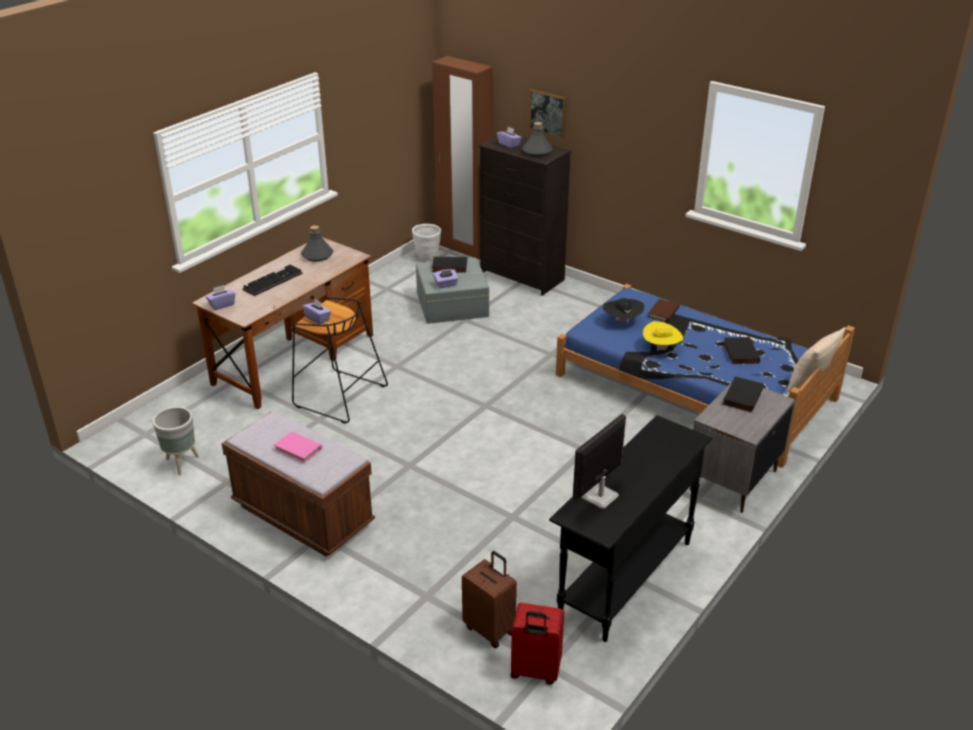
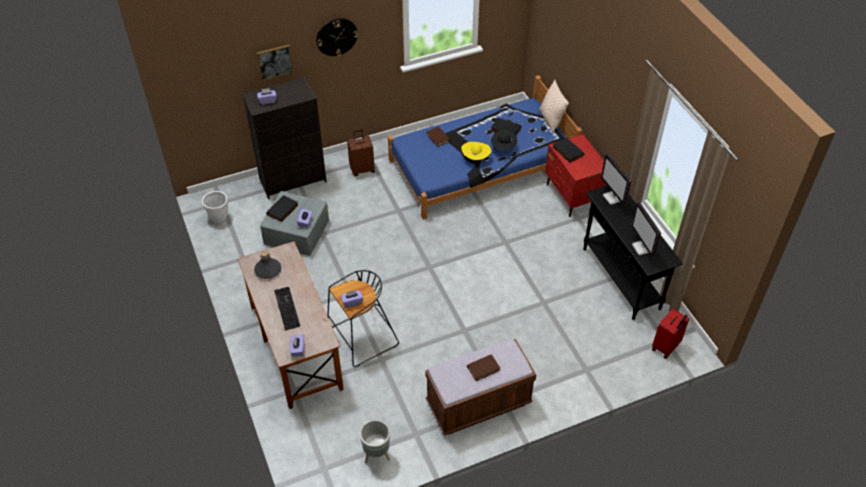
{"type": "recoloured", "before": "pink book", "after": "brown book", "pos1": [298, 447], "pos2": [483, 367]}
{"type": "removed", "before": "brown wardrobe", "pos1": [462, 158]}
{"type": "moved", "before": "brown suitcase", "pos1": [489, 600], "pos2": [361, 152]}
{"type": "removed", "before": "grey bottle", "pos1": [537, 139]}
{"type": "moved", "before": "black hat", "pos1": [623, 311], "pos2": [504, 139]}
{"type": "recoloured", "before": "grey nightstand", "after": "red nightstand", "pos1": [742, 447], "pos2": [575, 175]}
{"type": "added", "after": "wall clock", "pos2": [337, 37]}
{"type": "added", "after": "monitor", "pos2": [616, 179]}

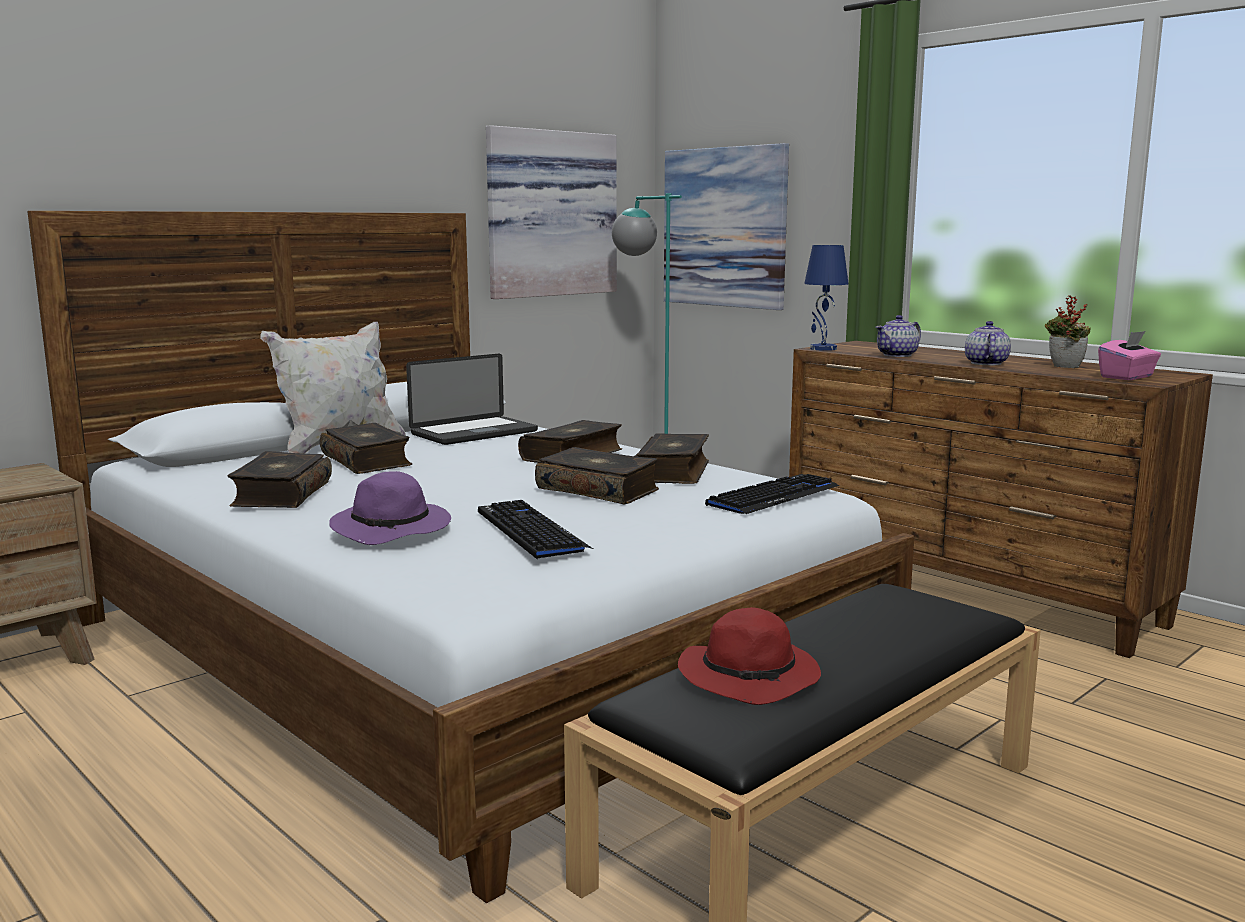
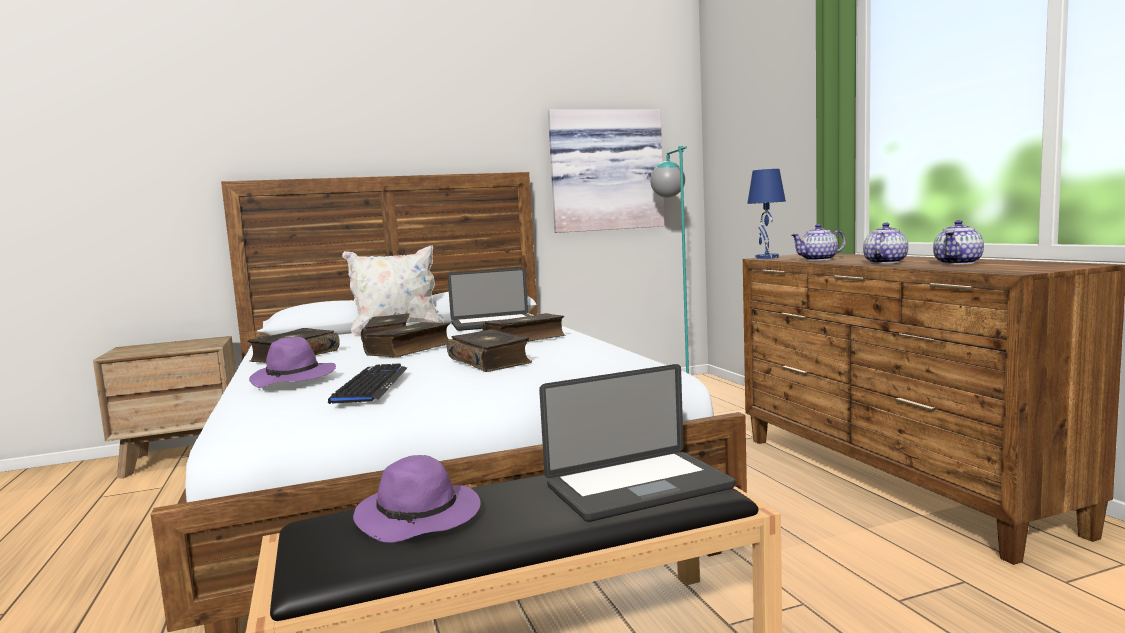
{"type": "moved", "before": "book", "pos1": [672, 458], "pos2": [406, 339]}
{"type": "removed", "before": "picture", "pos1": [726, 226]}
{"type": "recoloured", "before": "red hat", "after": "purple hat", "pos1": [749, 656], "pos2": [417, 499]}
{"type": "removed", "before": "keyboard", "pos1": [772, 494]}
{"type": "replaced", "before": "potted plant", "after": "teapot", "pos1": [1068, 331], "pos2": [958, 242]}
{"type": "removed", "before": "pink tissue box", "pos1": [1129, 355]}
{"type": "added", "after": "laptop", "pos2": [637, 443]}

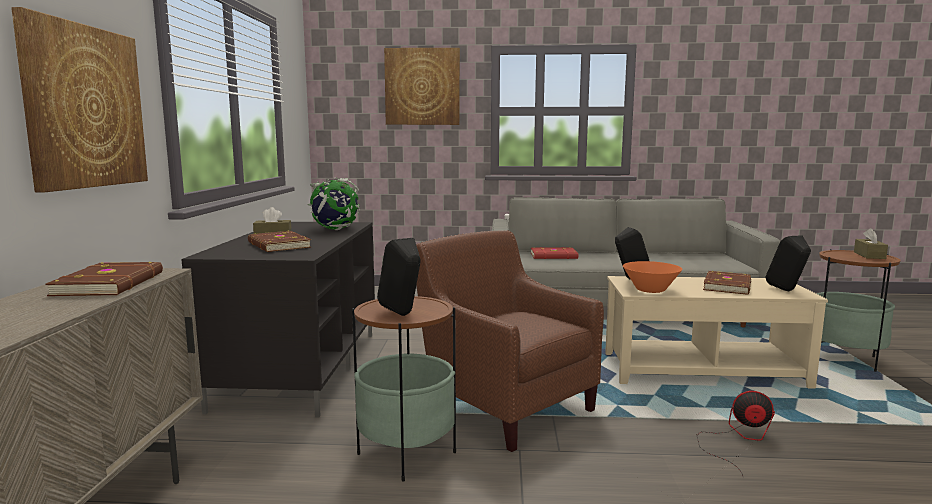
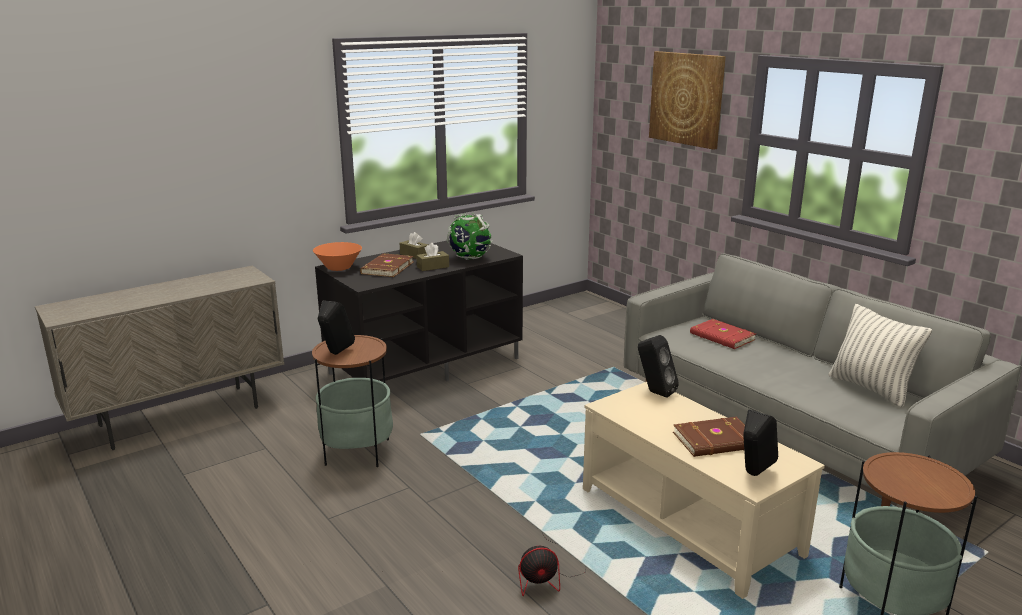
{"type": "removed", "before": "picture", "pos1": [79, 99]}
{"type": "removed", "before": "brown book", "pos1": [104, 279]}
{"type": "removed", "before": "brown armchair", "pos1": [510, 341]}
{"type": "moved", "before": "orange bowl", "pos1": [652, 277], "pos2": [337, 256]}
{"type": "turned", "before": "fan", "pos1": [736, 434], "pos2": [552, 564], "turn": 105}
{"type": "moved", "before": "brown tissue box", "pos1": [871, 243], "pos2": [432, 257]}
{"type": "added", "after": "pillow", "pos2": [880, 355]}

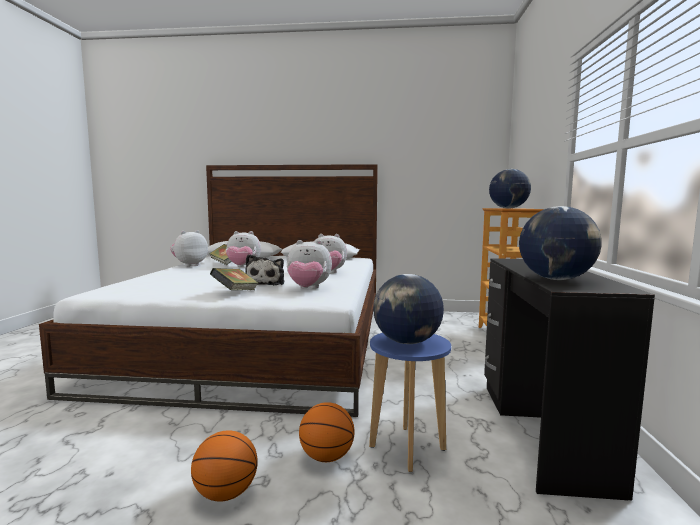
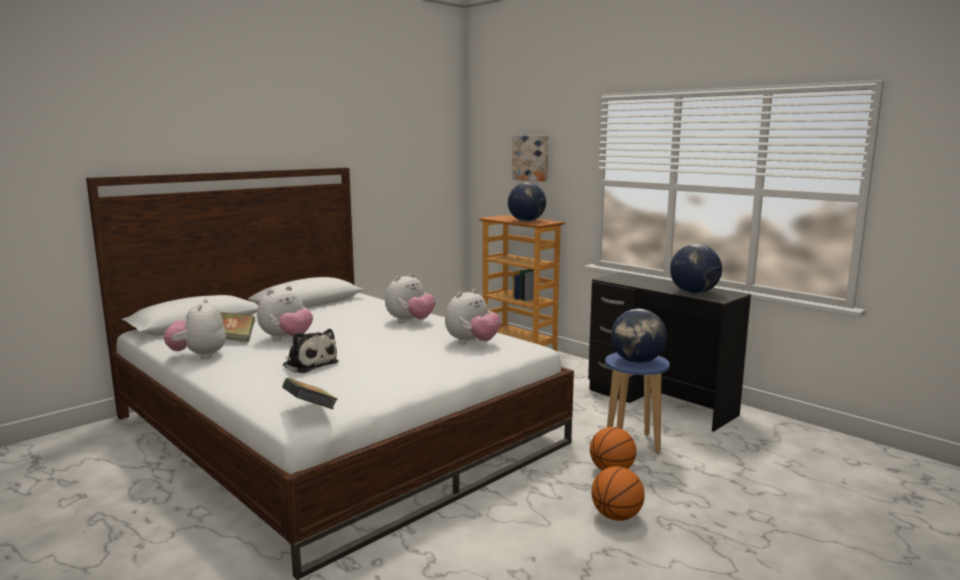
{"type": "moved", "before": "book", "pos1": [234, 279], "pos2": [310, 393]}
{"type": "moved", "before": "plush toy", "pos1": [264, 269], "pos2": [311, 351]}
{"type": "added", "after": "picture", "pos2": [530, 158]}

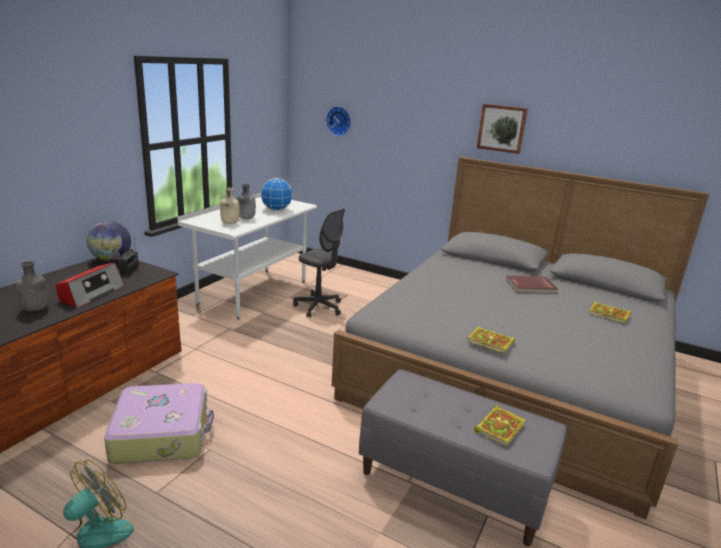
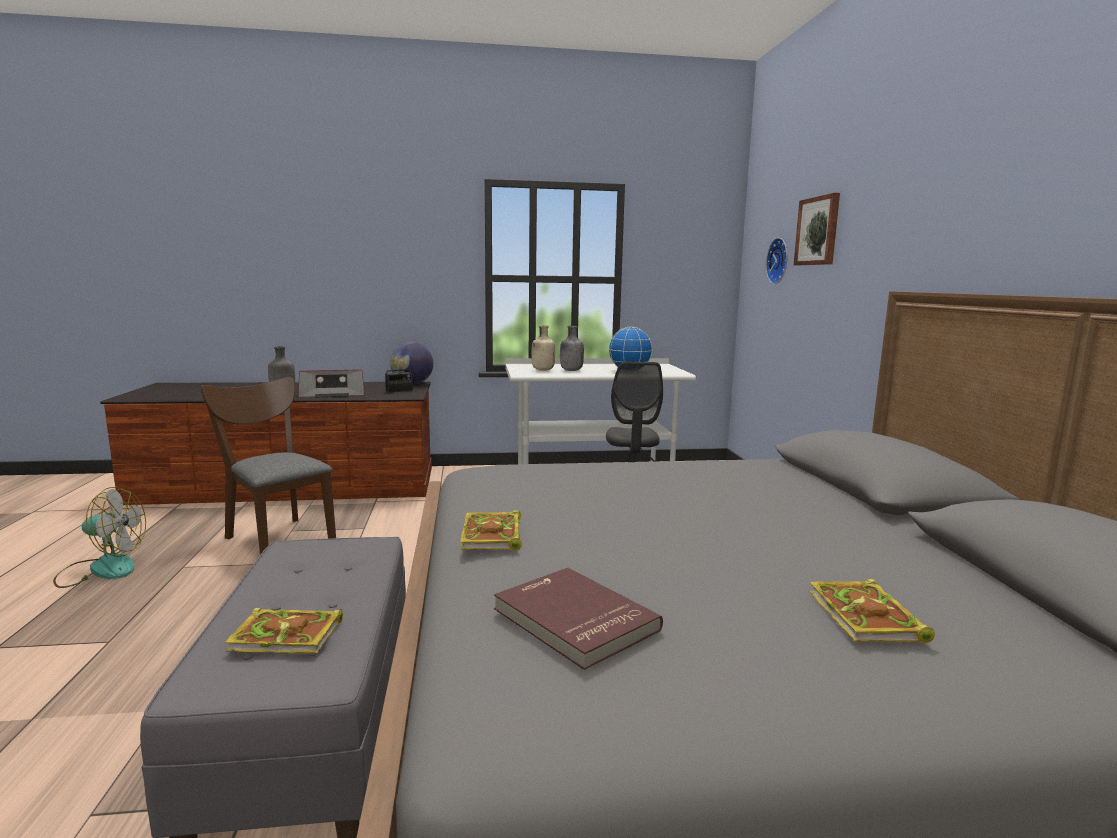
{"type": "replaced", "before": "suitcase", "after": "brown chair", "pos1": [159, 423], "pos2": [268, 466]}
{"type": "moved", "before": "picture", "pos1": [502, 129], "pos2": [817, 229]}
{"type": "moved", "before": "red book", "pos1": [532, 285], "pos2": [578, 619]}

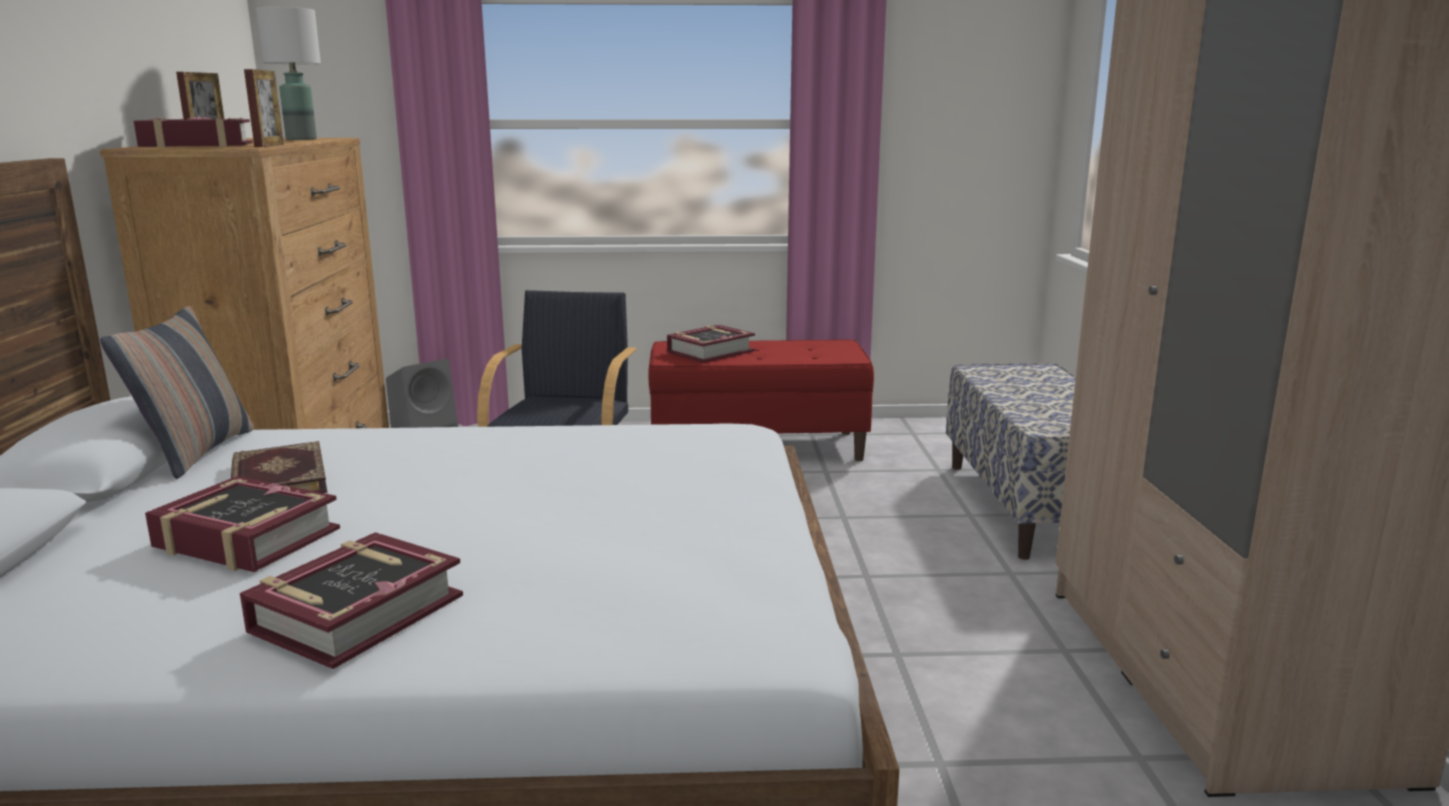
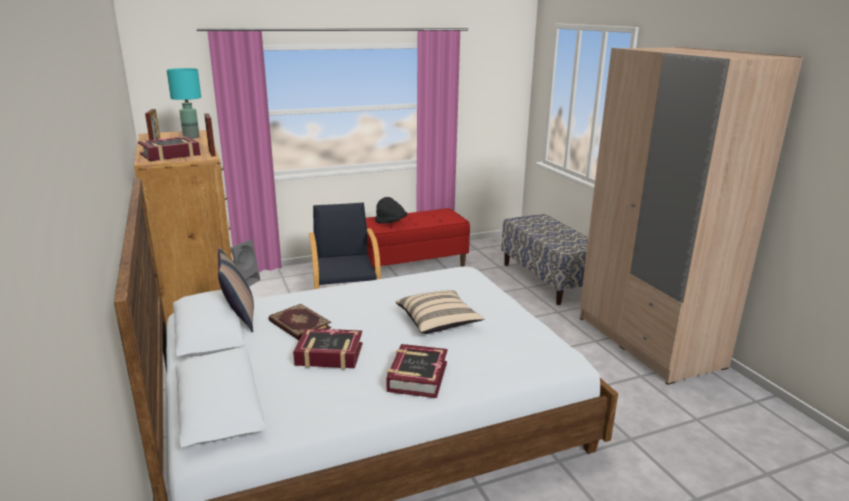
{"type": "recoloured", "before": "white table lamp", "after": "turquoise table lamp", "pos1": [288, 73], "pos2": [184, 103]}
{"type": "replaced", "before": "book", "after": "black hat", "pos1": [711, 344], "pos2": [391, 210]}
{"type": "added", "after": "beige pillow", "pos2": [440, 312]}

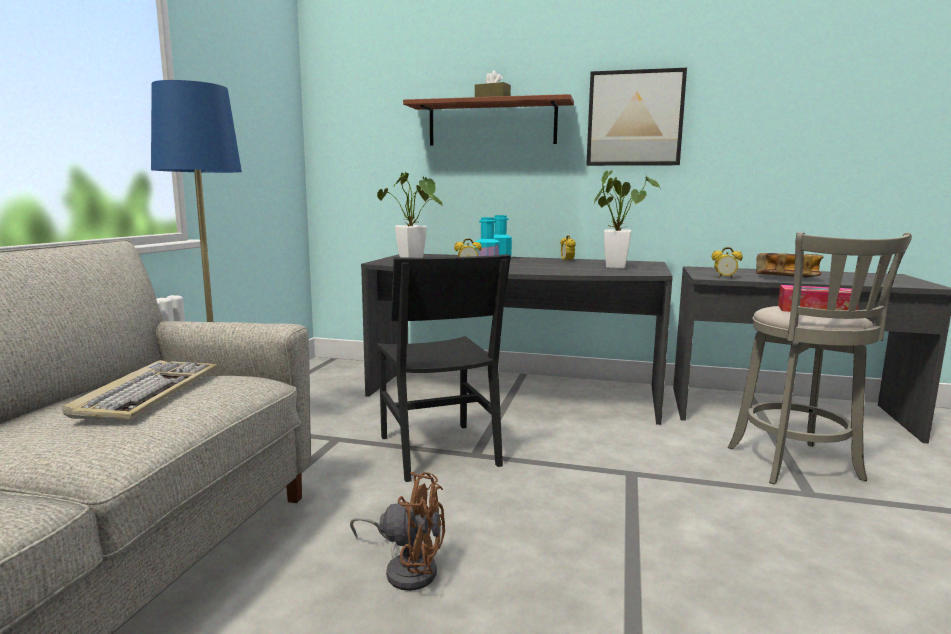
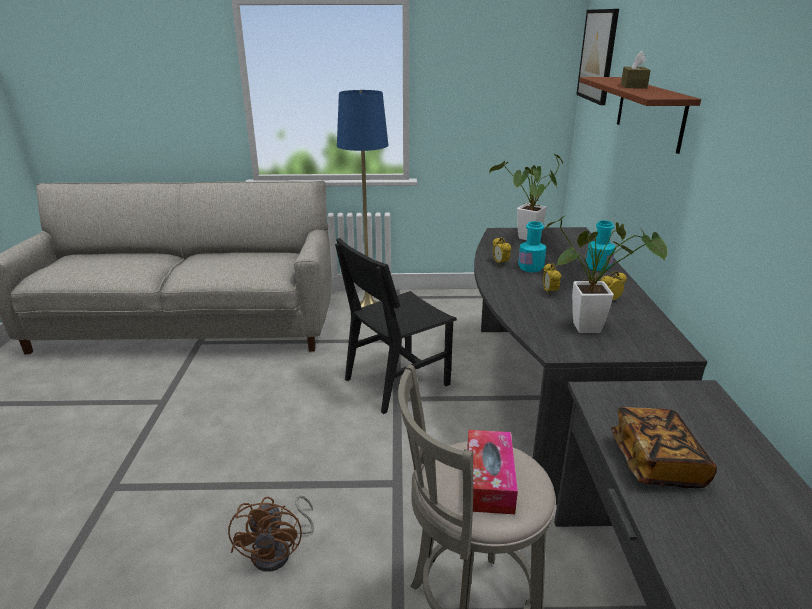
{"type": "removed", "before": "keyboard", "pos1": [139, 389]}
{"type": "moved", "before": "brown fan", "pos1": [397, 531], "pos2": [271, 534]}
{"type": "moved", "before": "picture", "pos1": [636, 117], "pos2": [597, 57]}
{"type": "moved", "before": "alarm clock", "pos1": [727, 262], "pos2": [552, 279]}

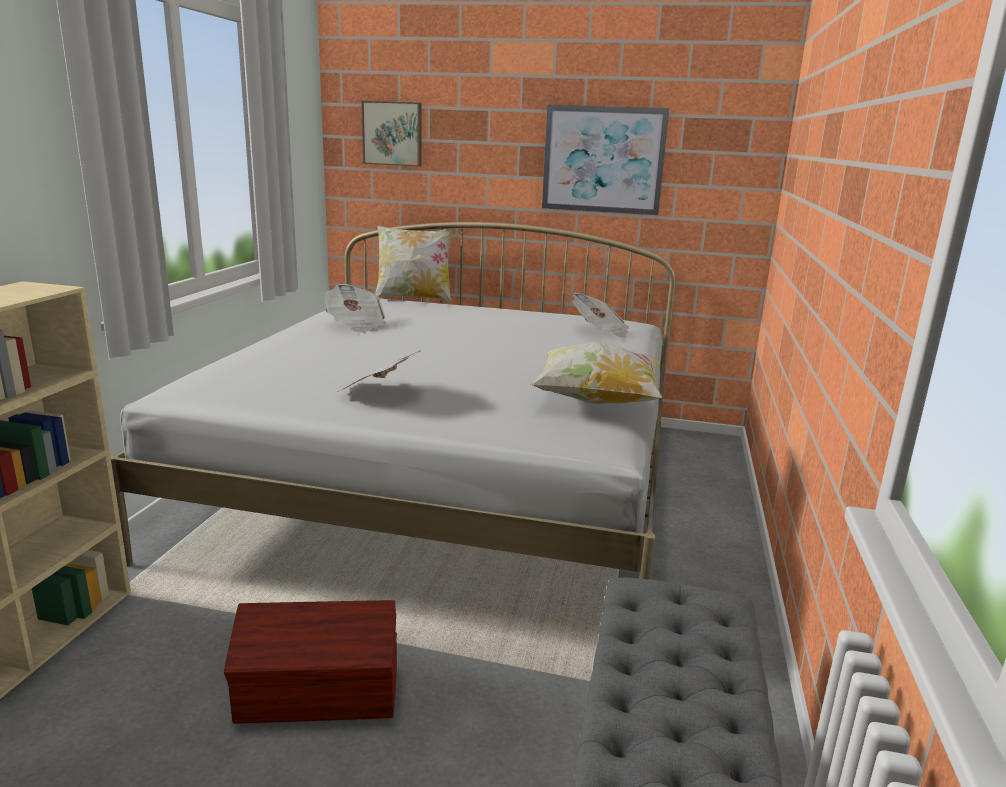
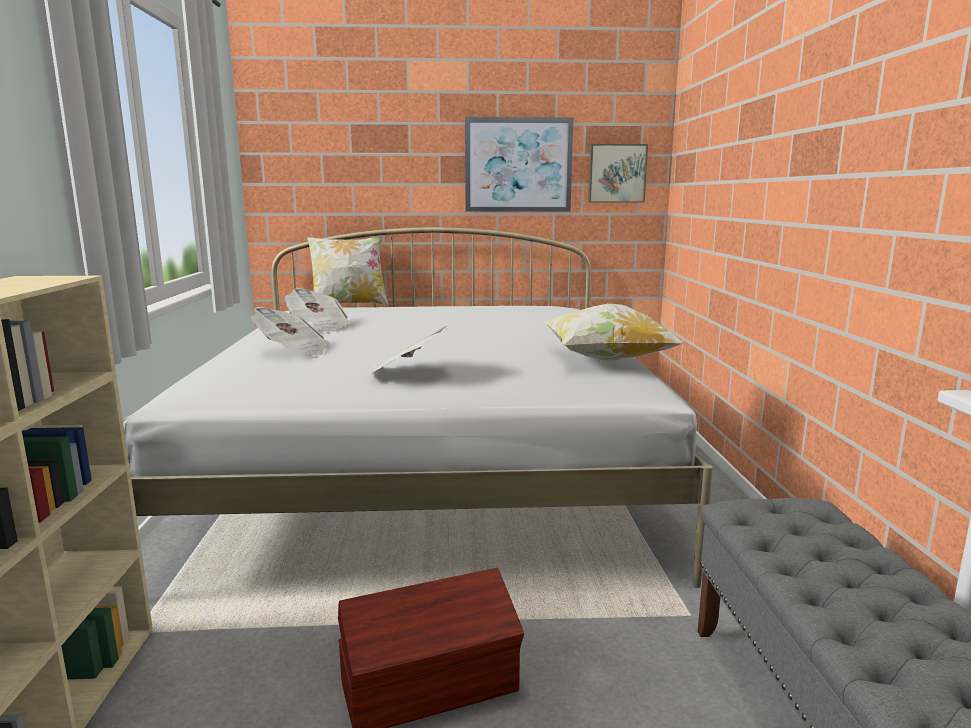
{"type": "moved", "before": "picture", "pos1": [392, 134], "pos2": [618, 173]}
{"type": "moved", "before": "newspaper", "pos1": [601, 316], "pos2": [290, 331]}

